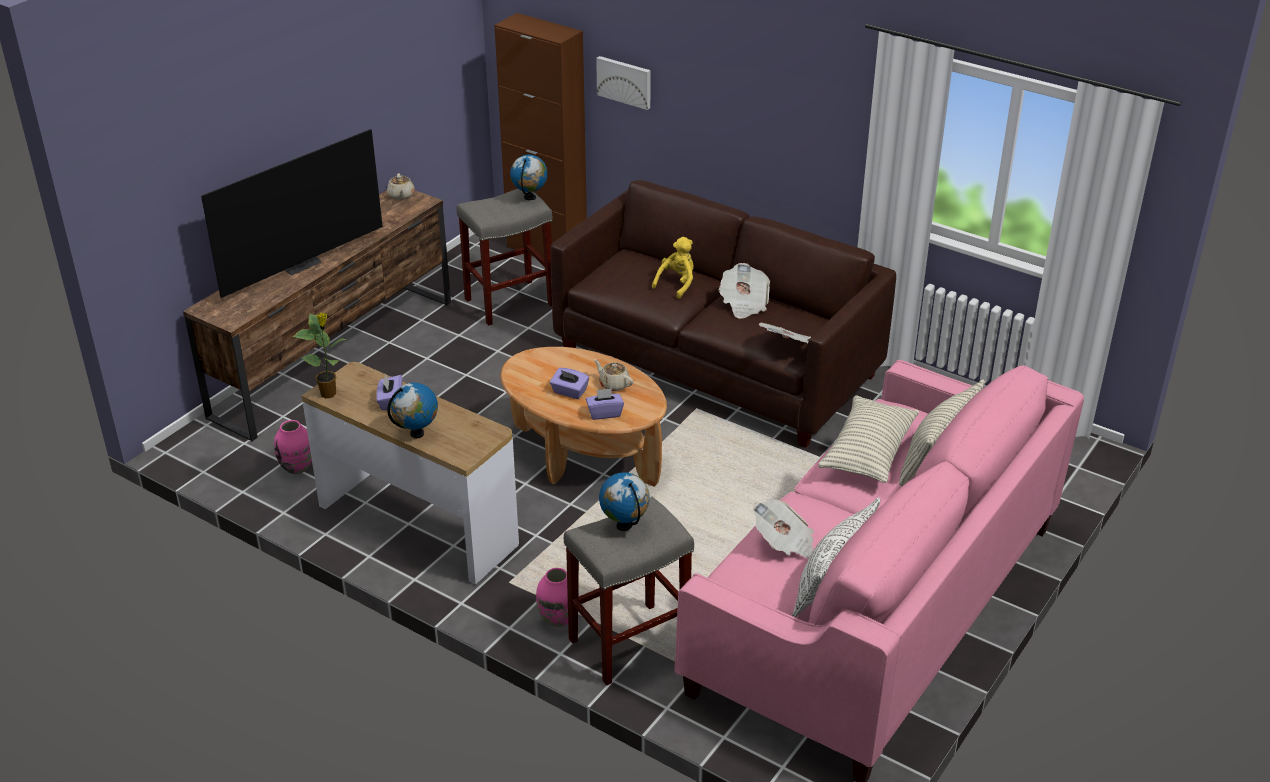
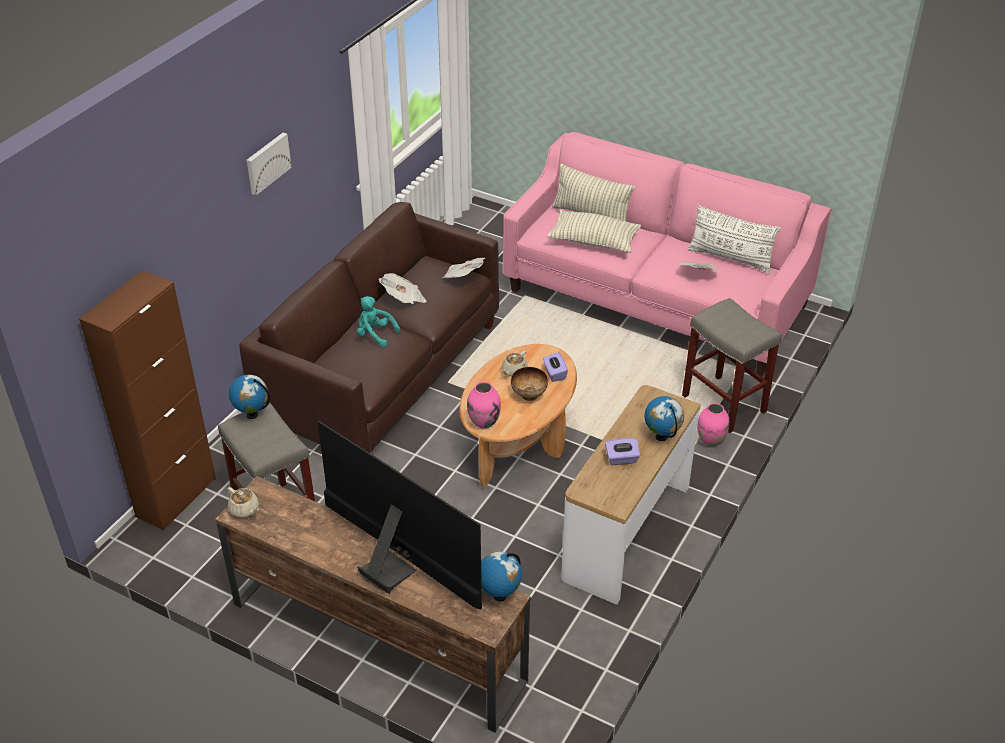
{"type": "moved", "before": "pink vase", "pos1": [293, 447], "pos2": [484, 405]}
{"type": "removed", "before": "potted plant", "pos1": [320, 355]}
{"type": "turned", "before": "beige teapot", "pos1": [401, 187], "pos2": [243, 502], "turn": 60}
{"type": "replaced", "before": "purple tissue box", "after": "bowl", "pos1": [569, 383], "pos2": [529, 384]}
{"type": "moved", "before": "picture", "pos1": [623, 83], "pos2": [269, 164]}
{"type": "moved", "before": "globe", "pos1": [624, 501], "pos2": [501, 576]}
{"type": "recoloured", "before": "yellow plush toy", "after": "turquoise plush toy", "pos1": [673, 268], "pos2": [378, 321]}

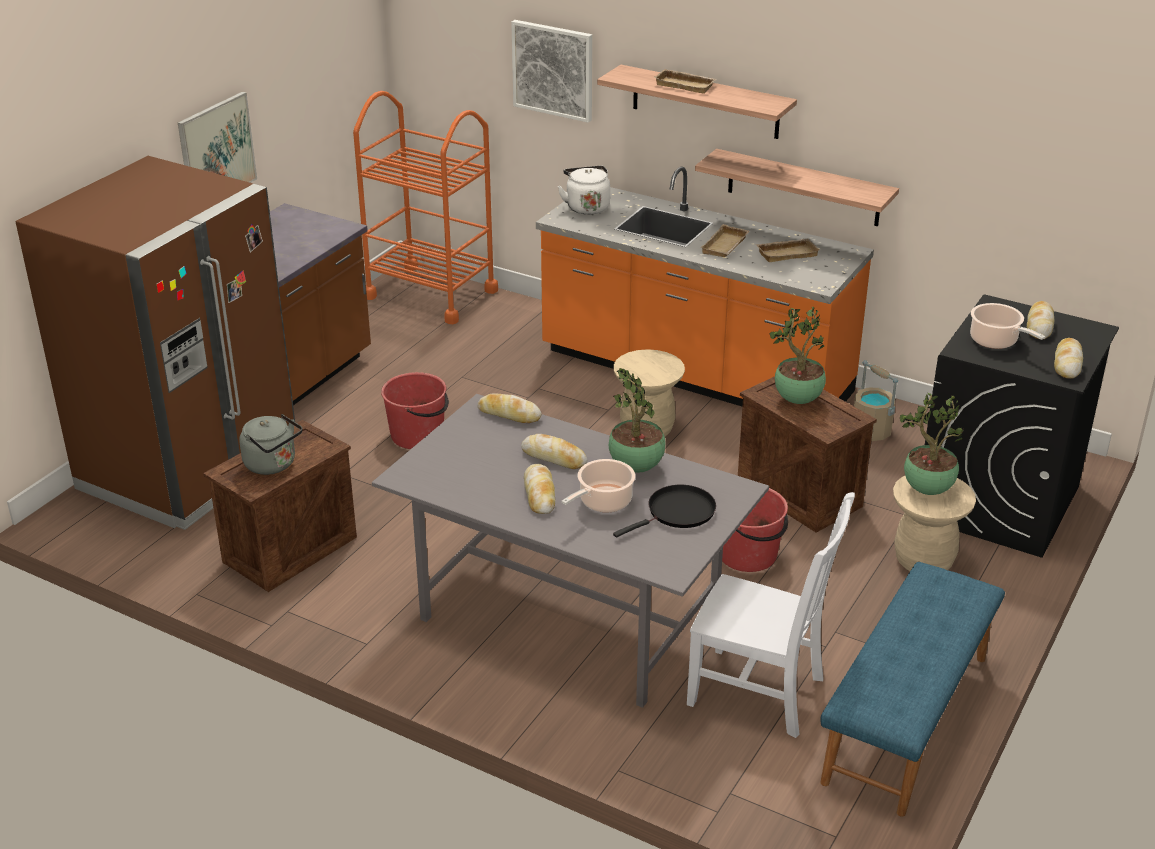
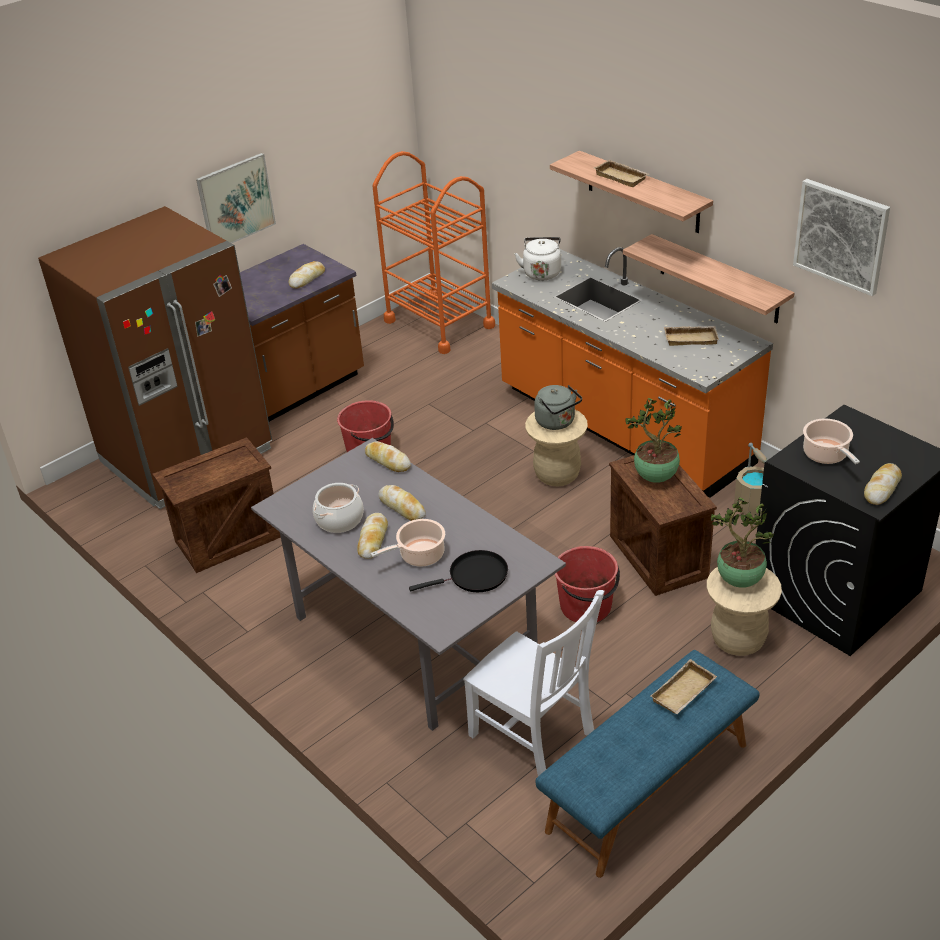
{"type": "moved", "before": "grey kettle", "pos1": [271, 444], "pos2": [558, 407]}
{"type": "moved", "before": "picture", "pos1": [551, 71], "pos2": [841, 237]}
{"type": "removed", "before": "potted plant", "pos1": [637, 420]}
{"type": "moved", "before": "beige tray", "pos1": [724, 240], "pos2": [684, 686]}
{"type": "moved", "before": "bread", "pos1": [1040, 320], "pos2": [307, 275]}
{"type": "added", "after": "cooking pot", "pos2": [338, 508]}

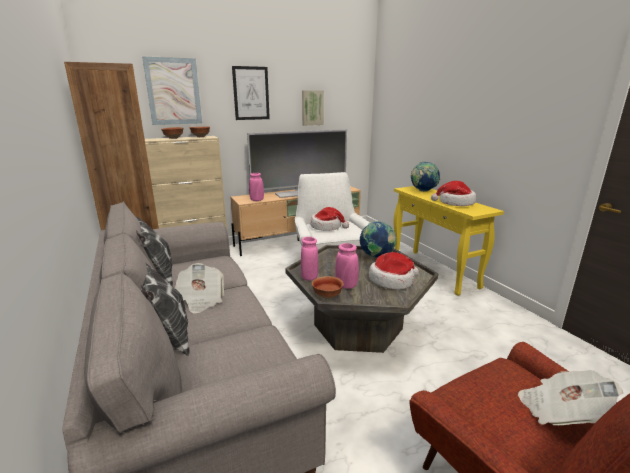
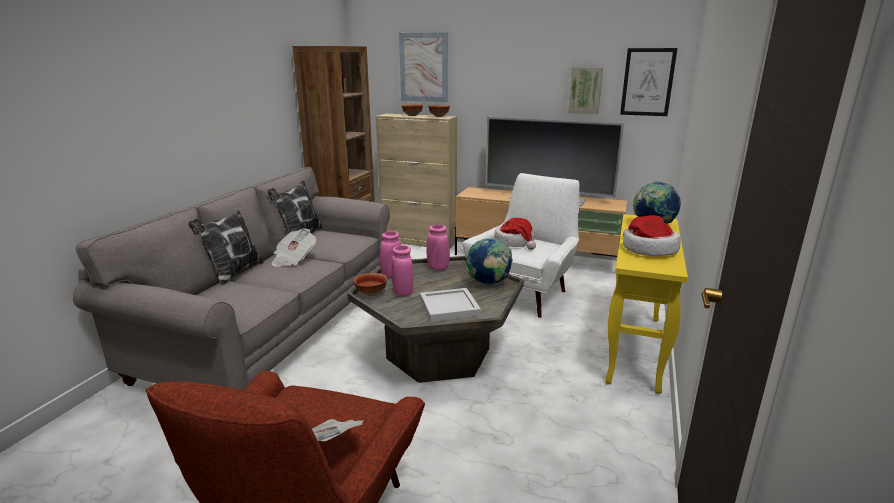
{"type": "moved", "before": "picture", "pos1": [251, 93], "pos2": [648, 82]}
{"type": "moved", "before": "pink vase", "pos1": [256, 187], "pos2": [438, 247]}
{"type": "replaced", "before": "hat", "after": "white tray", "pos1": [394, 271], "pos2": [450, 305]}

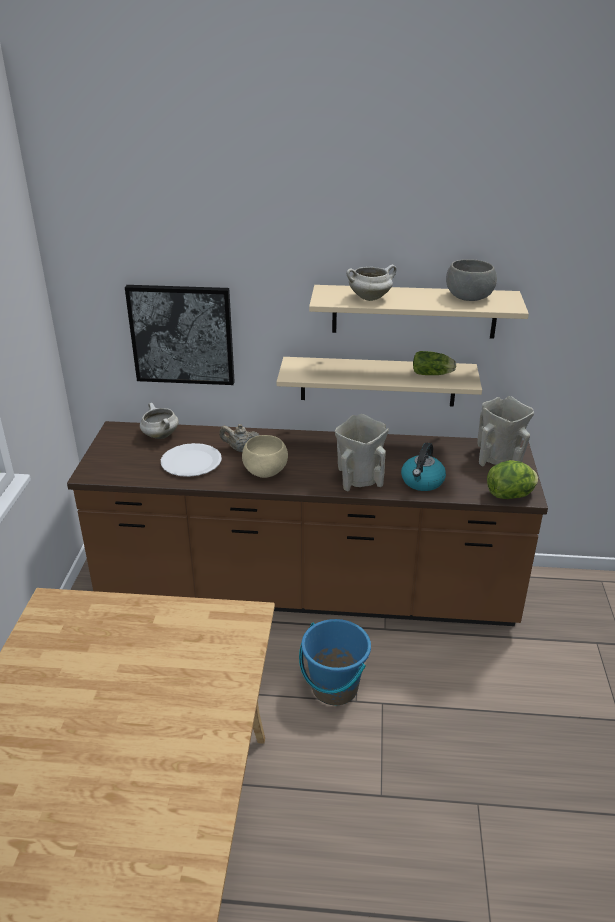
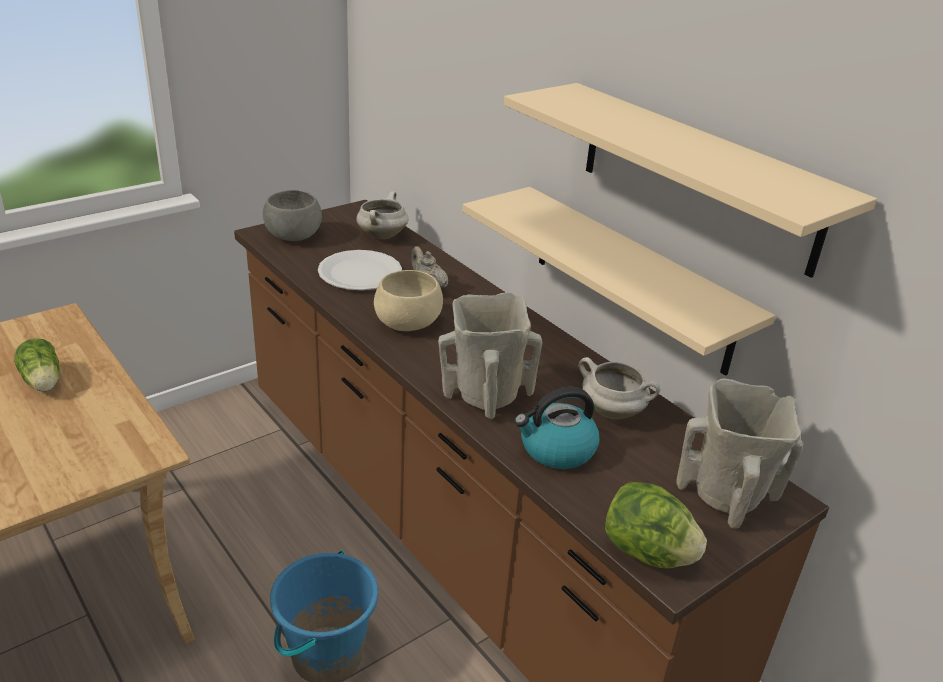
{"type": "removed", "before": "picture", "pos1": [180, 335]}
{"type": "moved", "before": "white cooking pot", "pos1": [371, 283], "pos2": [619, 388]}
{"type": "moved", "before": "lettuce", "pos1": [434, 363], "pos2": [37, 365]}
{"type": "moved", "before": "grey bowl", "pos1": [471, 280], "pos2": [292, 215]}

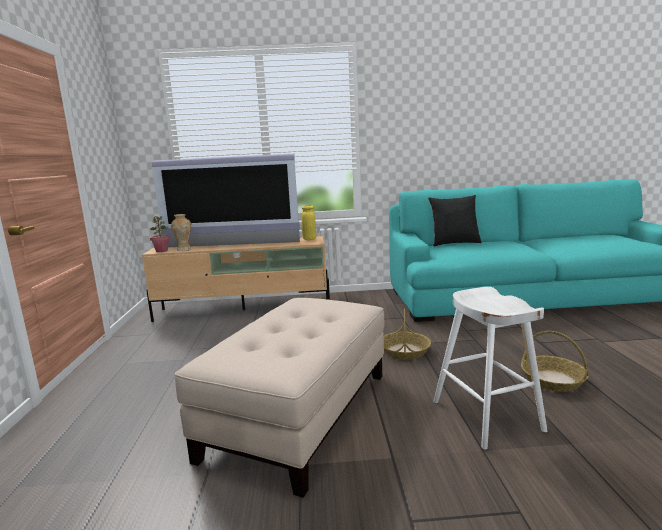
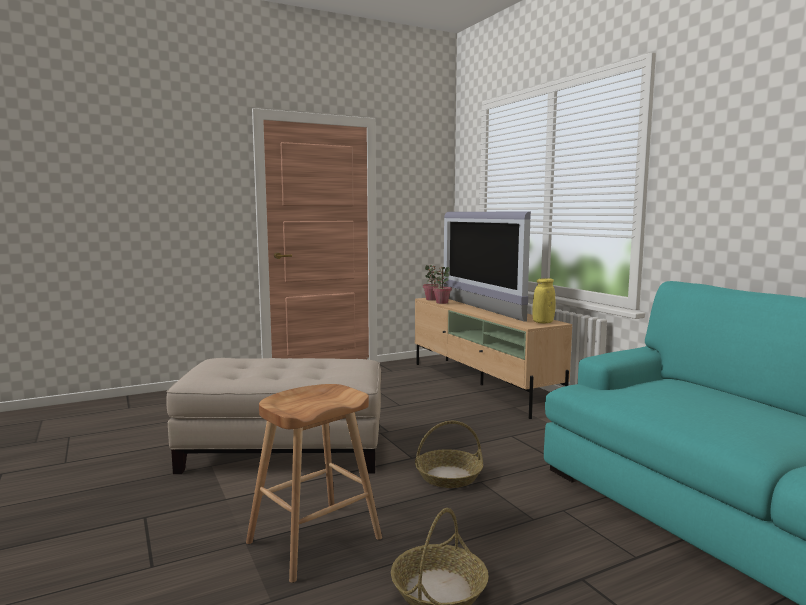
{"type": "replaced", "before": "vase", "after": "potted plant", "pos1": [181, 232], "pos2": [442, 285]}
{"type": "removed", "before": "black pillow", "pos1": [455, 221]}
{"type": "recoloured", "before": "white stool", "after": "brown stool", "pos1": [490, 368], "pos2": [314, 483]}

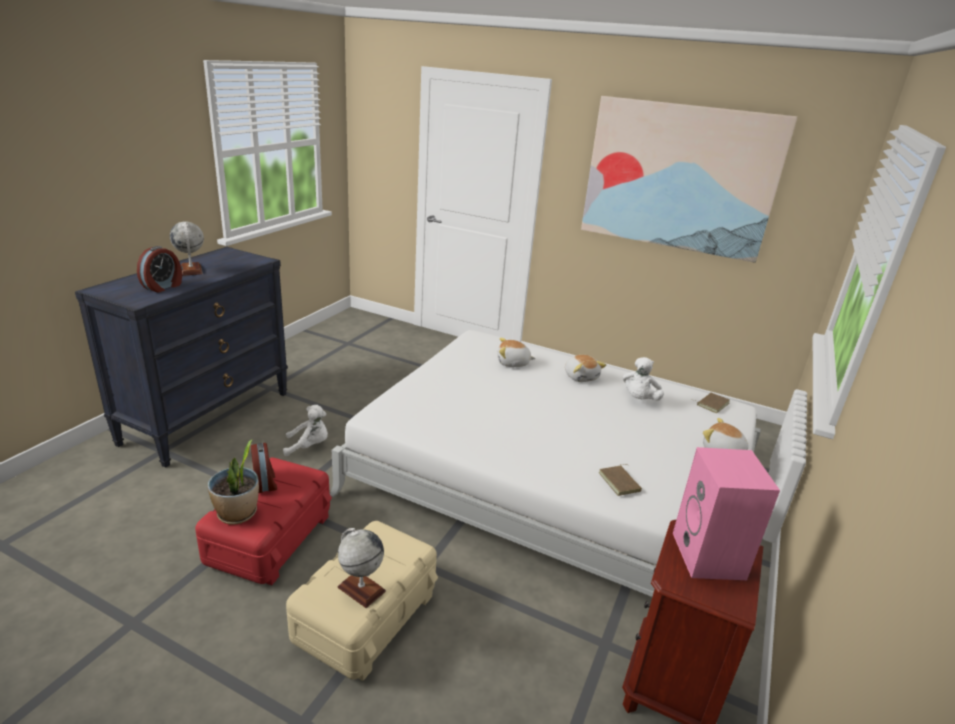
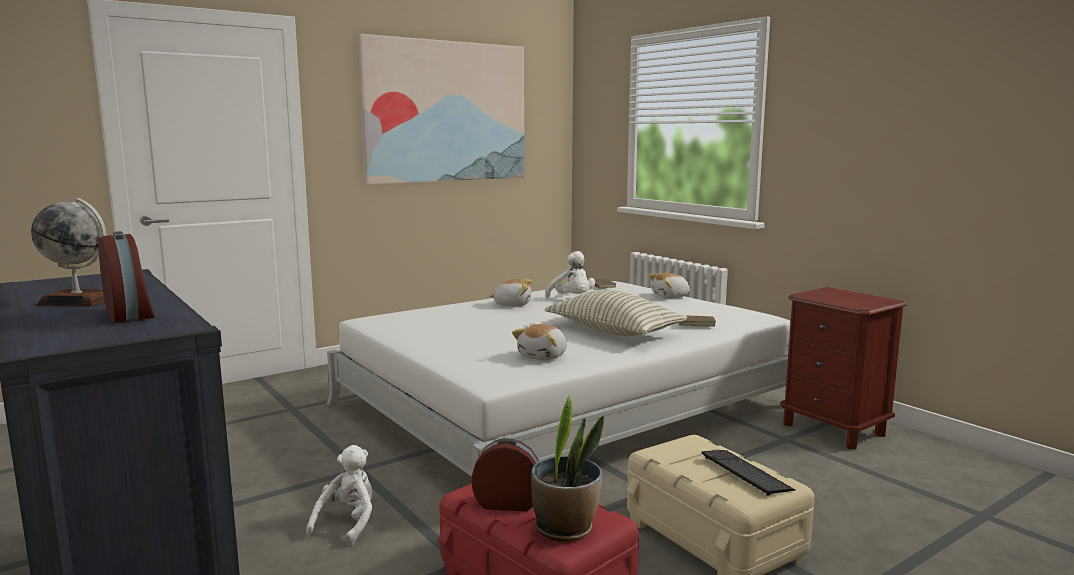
{"type": "replaced", "before": "globe", "after": "keyboard", "pos1": [361, 568], "pos2": [748, 473]}
{"type": "moved", "before": "plush toy", "pos1": [517, 352], "pos2": [539, 342]}
{"type": "removed", "before": "pink speaker", "pos1": [726, 513]}
{"type": "added", "after": "pillow", "pos2": [616, 313]}

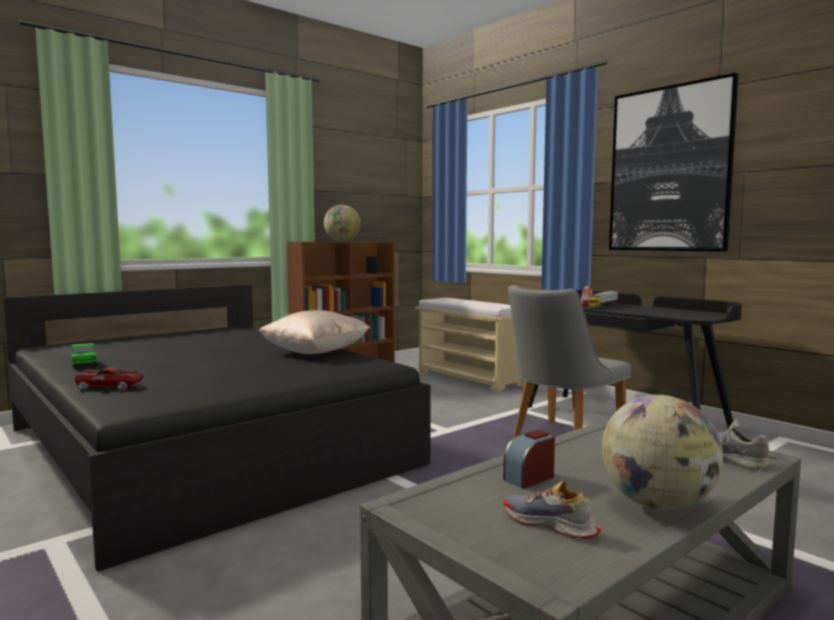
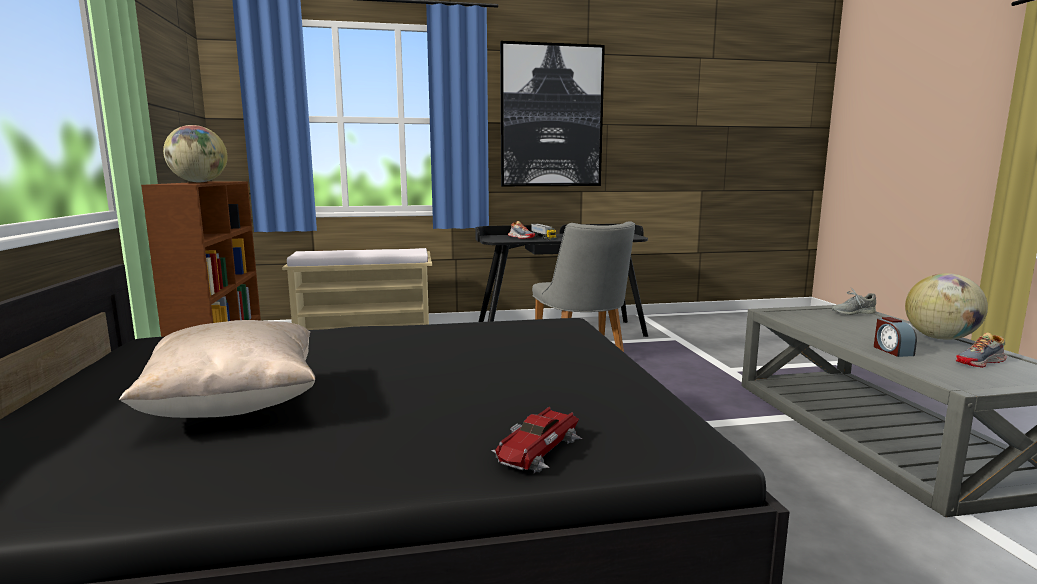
{"type": "removed", "before": "toy car", "pos1": [84, 355]}
{"type": "moved", "before": "beige pillow", "pos1": [314, 332], "pos2": [217, 369]}

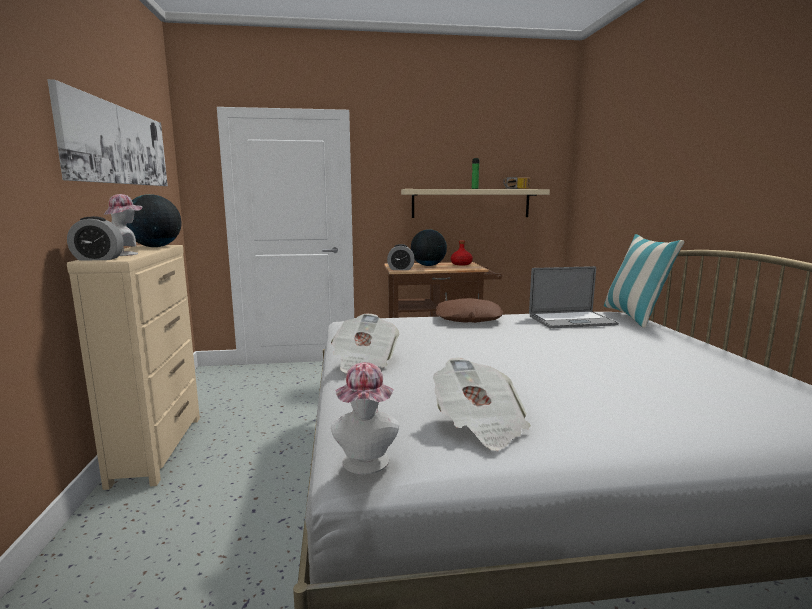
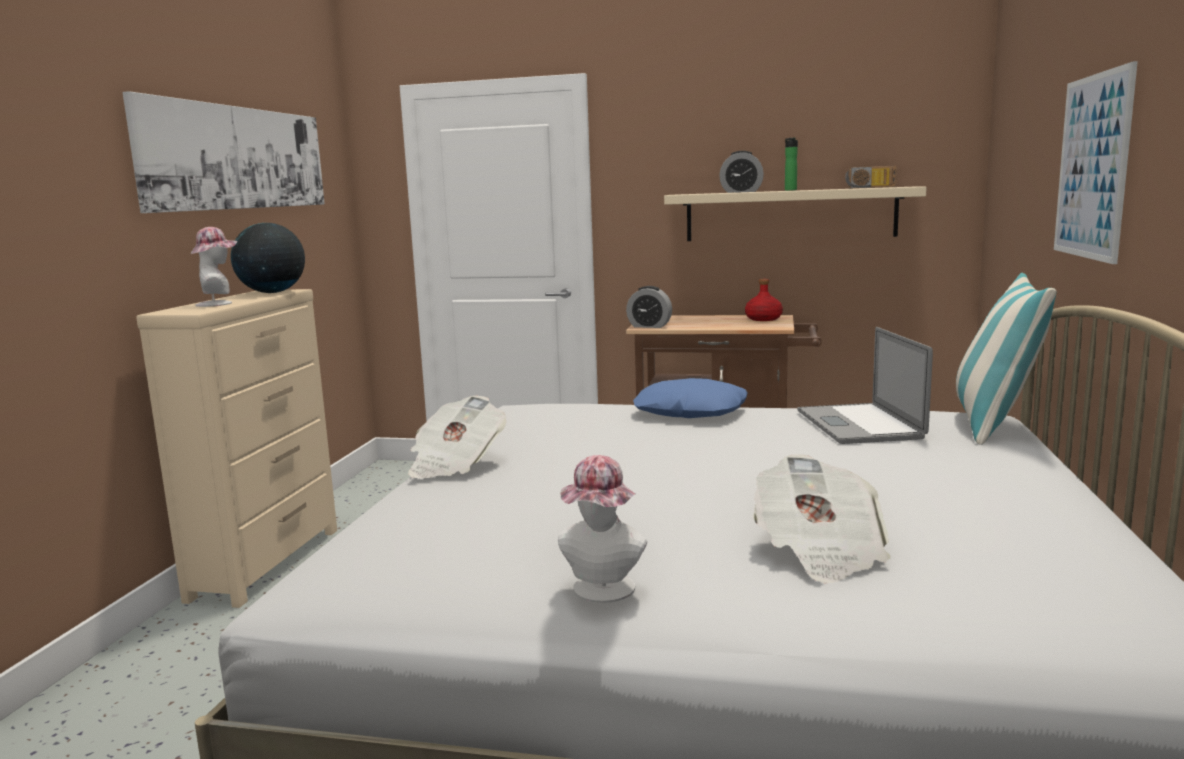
{"type": "moved", "before": "alarm clock", "pos1": [95, 238], "pos2": [741, 172]}
{"type": "moved", "before": "hat", "pos1": [365, 418], "pos2": [602, 529]}
{"type": "removed", "before": "globe", "pos1": [429, 247]}
{"type": "moved", "before": "newspaper", "pos1": [482, 404], "pos2": [821, 519]}
{"type": "recoloured", "before": "brown pillow", "after": "blue pillow", "pos1": [469, 310], "pos2": [690, 398]}
{"type": "turned", "before": "laptop", "pos1": [574, 297], "pos2": [865, 385], "turn": 75}
{"type": "added", "after": "picture", "pos2": [1096, 162]}

